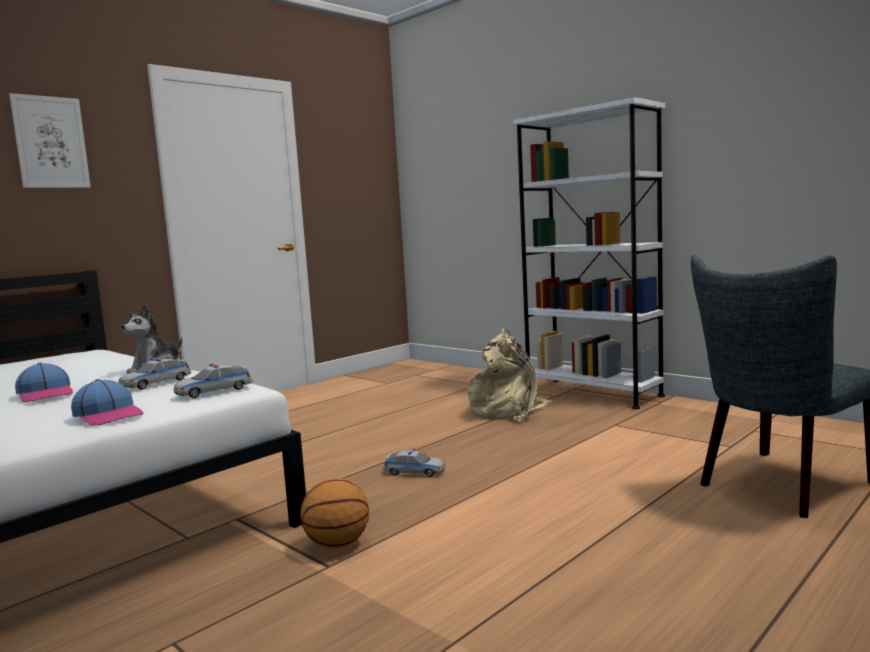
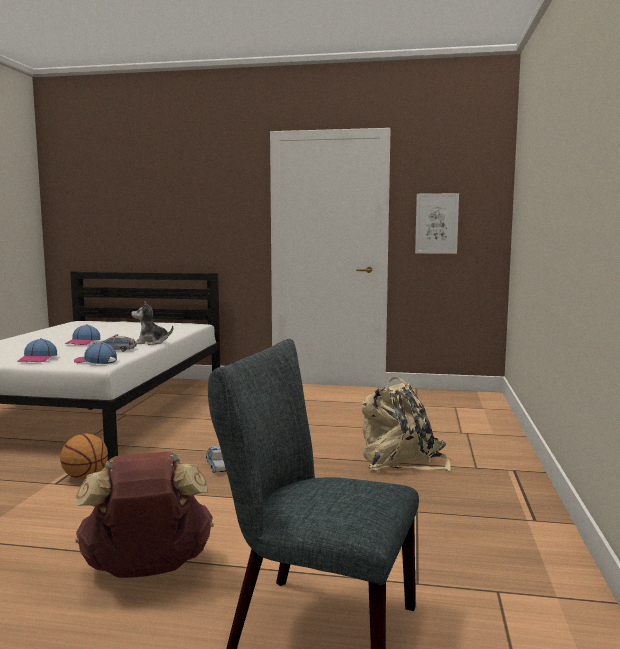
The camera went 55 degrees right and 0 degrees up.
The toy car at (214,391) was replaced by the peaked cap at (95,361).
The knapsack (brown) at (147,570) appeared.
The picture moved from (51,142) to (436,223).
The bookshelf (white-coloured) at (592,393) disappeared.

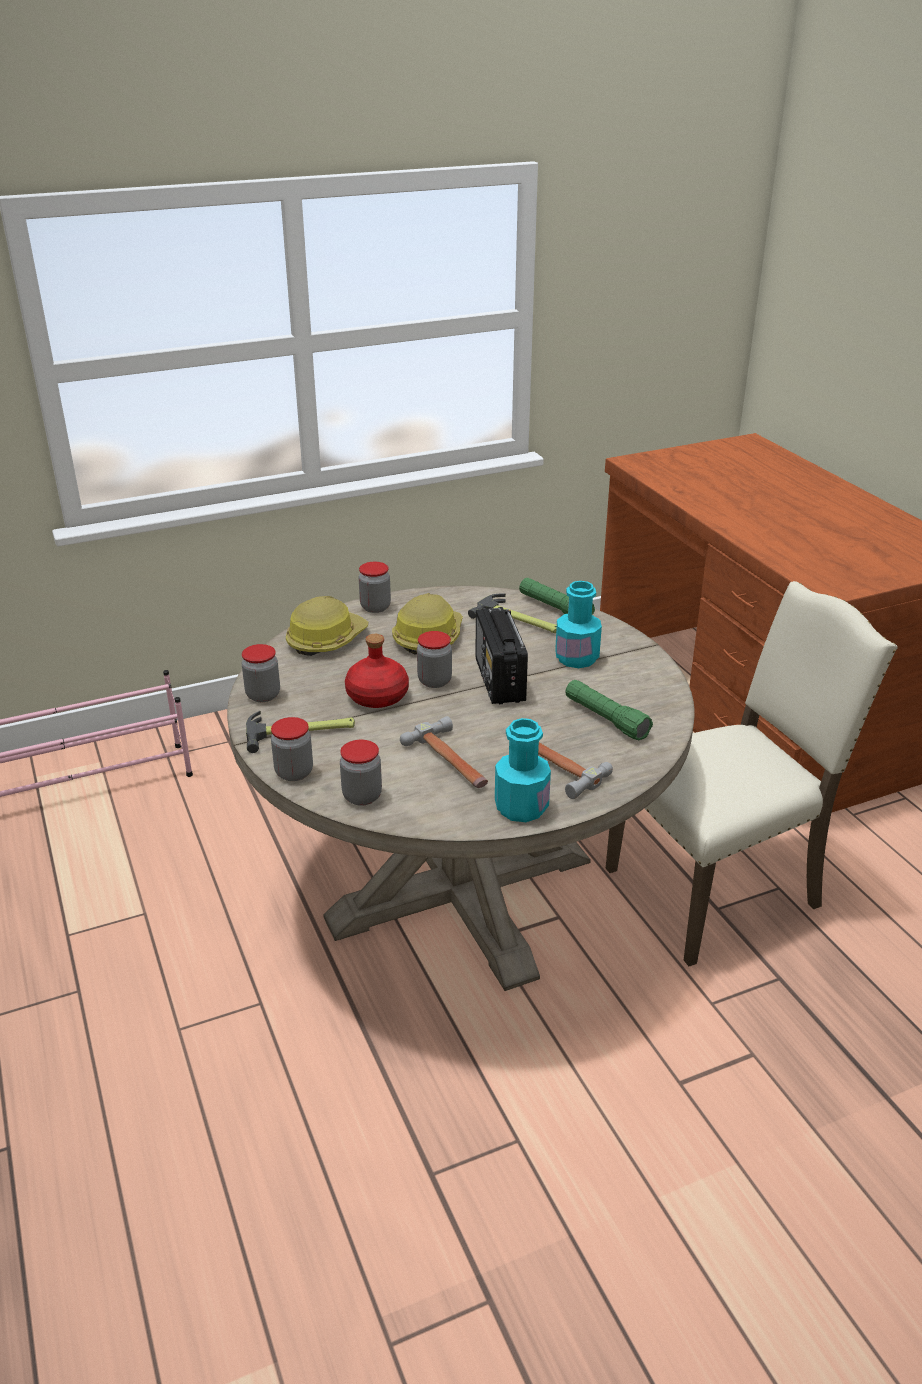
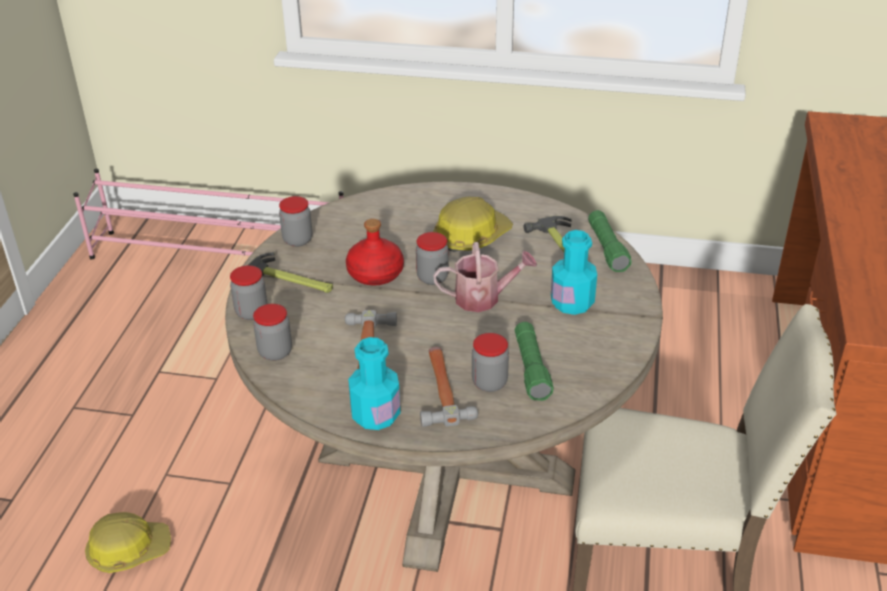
The camera went 35 degrees right and 5 degrees up.
The hard hat moved from (326,640) to (128,550).
The radio set at (499,681) was replaced by the sprinkling can at (483,298).
The storage jar moved from (375,607) to (489,383).

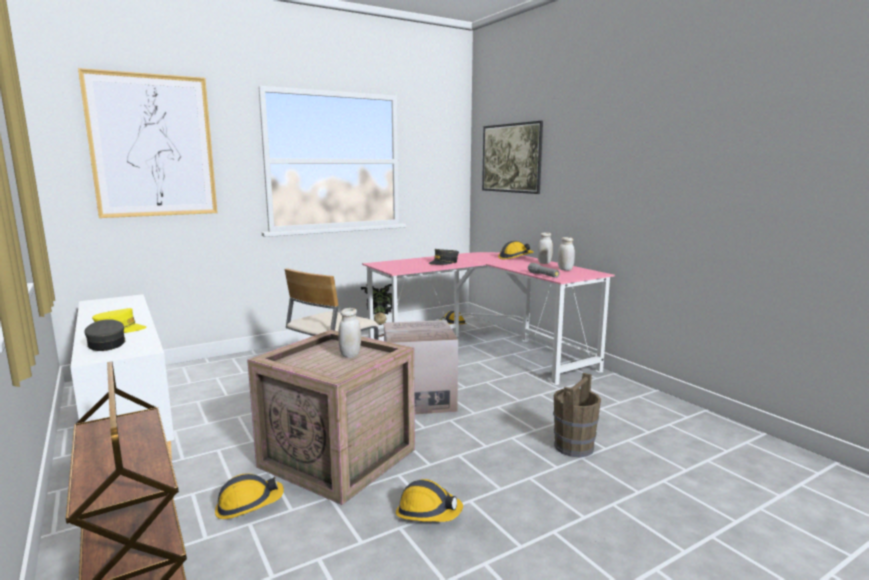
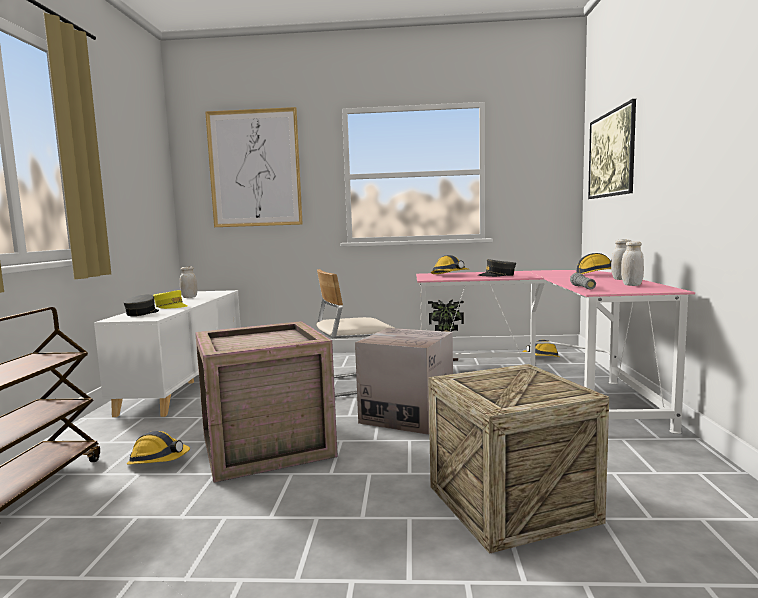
The camera went 35 degrees right and 5 degrees down.
The storage jar (white-coloured) moved from (350,355) to (189,297).
The pail (brown) at (574,447) was replaced by the packing crate at (511,504).
The hard hat moved from (428,512) to (450,275).

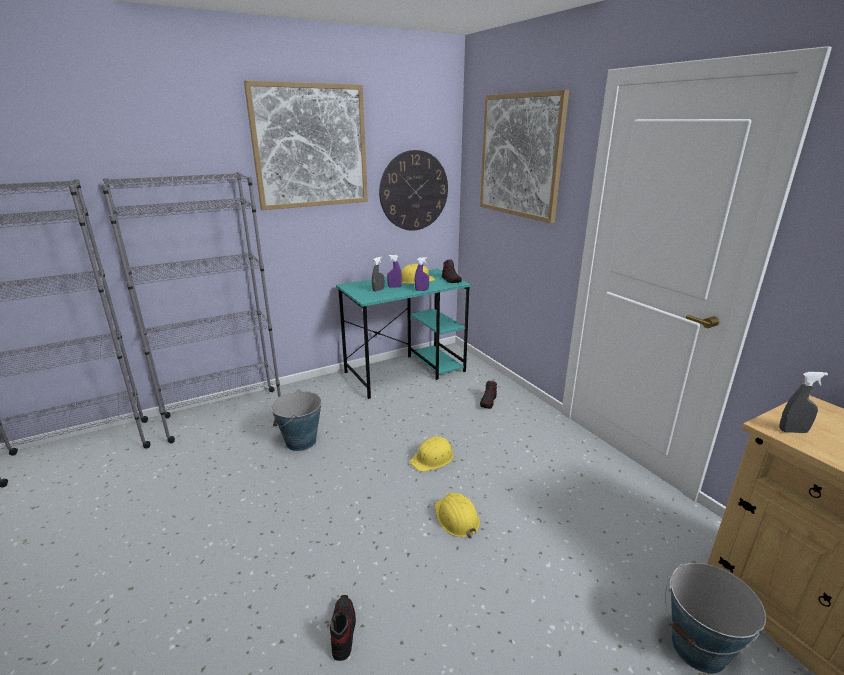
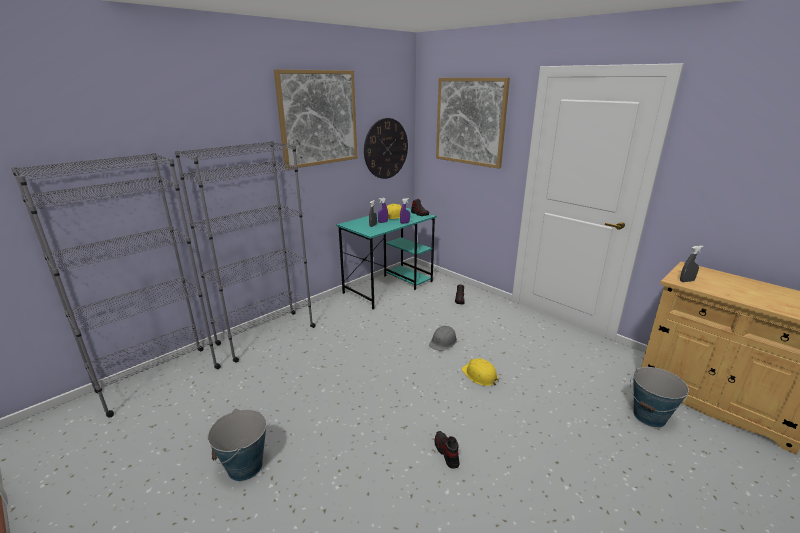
The camera went 15 degrees left and 0 degrees up.
The pail moved from (301,442) to (245,467).
The hard hat (yellow) at (433,458) became the hard hat (gray) at (443,342).

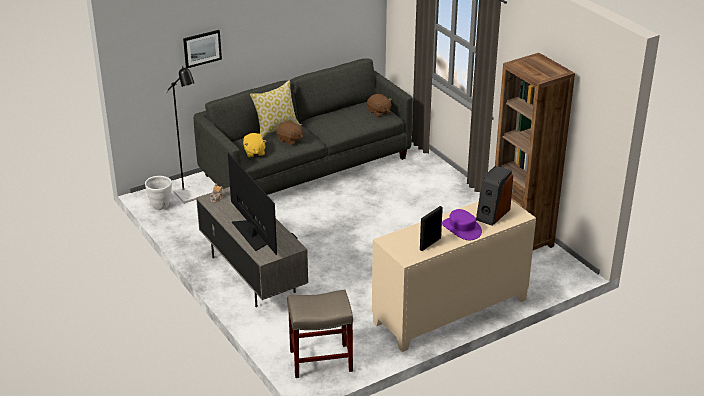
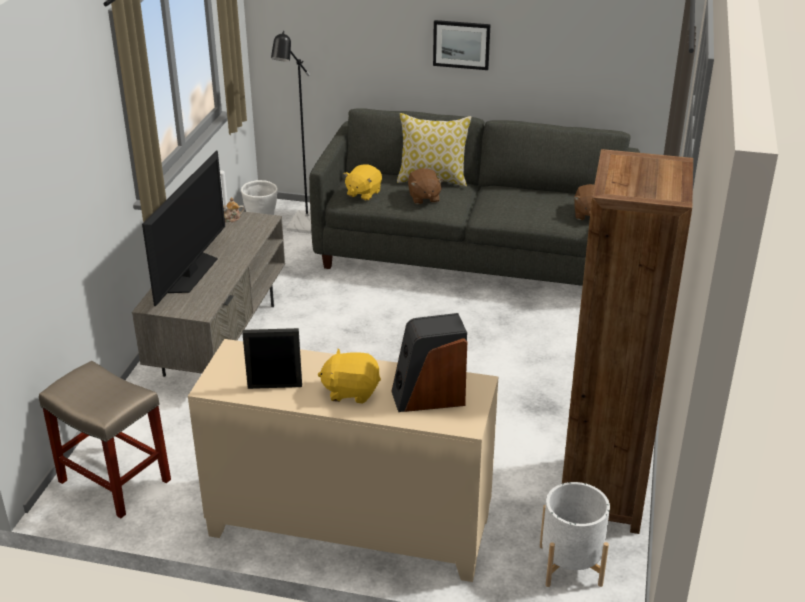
The camera went 45 degrees right and 0 degrees up.
The wearable hat (purplish) at (462,228) was replaced by the cuddly toy (yellow) at (351,391).
The picture moved from (202,48) to (461,44).
The flower pot (white-coloured) at (570,565) appeared.

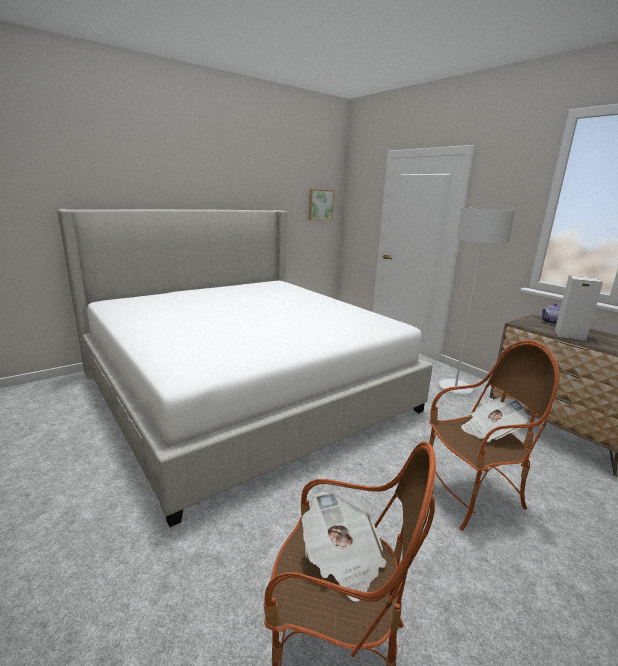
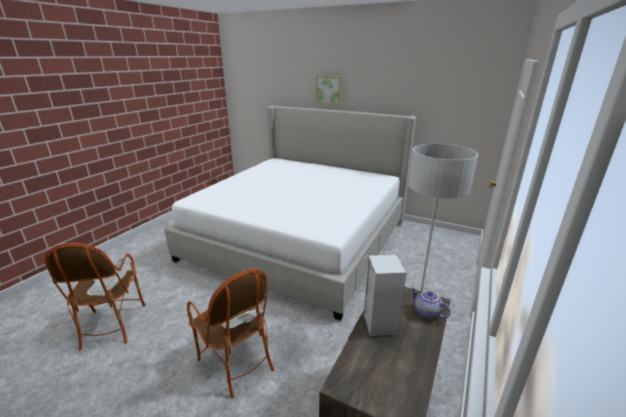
The camera went 65 degrees right and 5 degrees up.
The picture moved from (320,204) to (329,90).

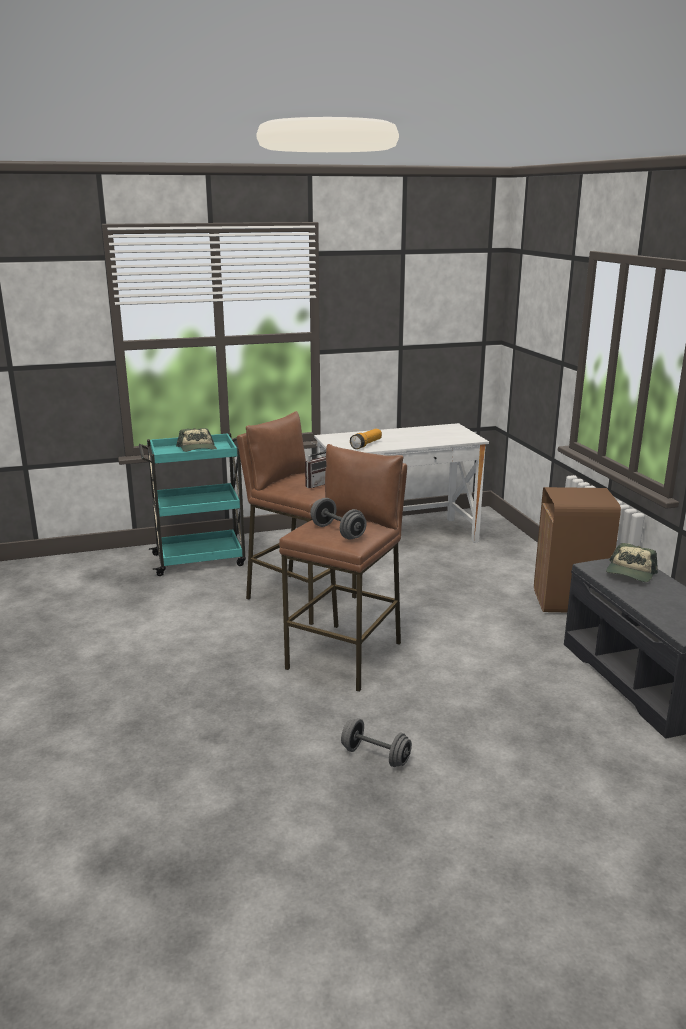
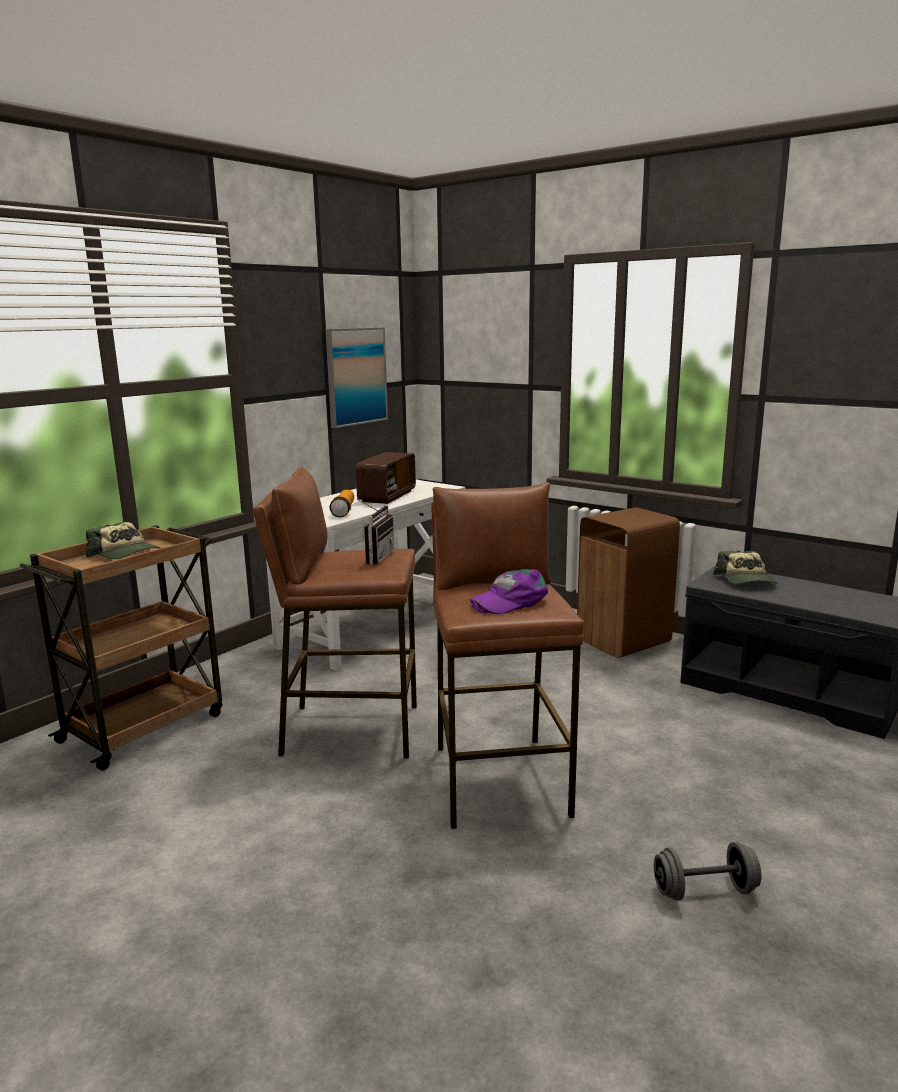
The camera went 35 degrees left and 5 degrees down.
The trolley (turquoise) at (201,559) became the trolley (brown) at (145,726).
The picture at (356,376) appeared.
The radio set at (387,496) appeared.
The dumbbell (gray) at (338,532) was replaced by the peaked cap (purplish) at (510,601).

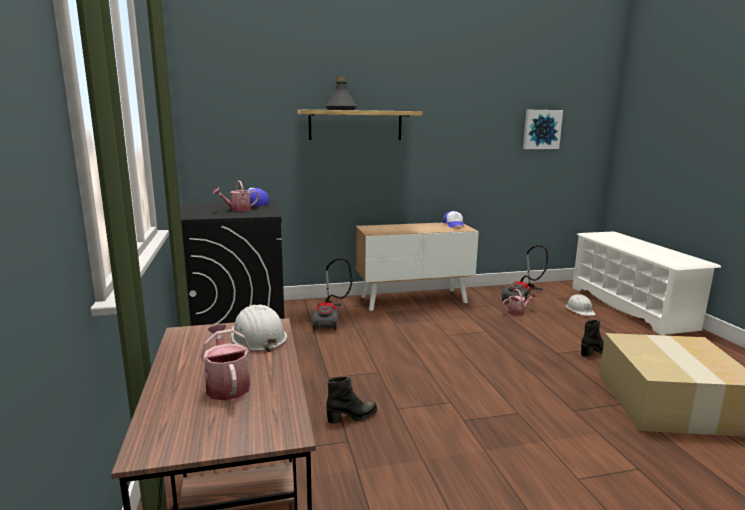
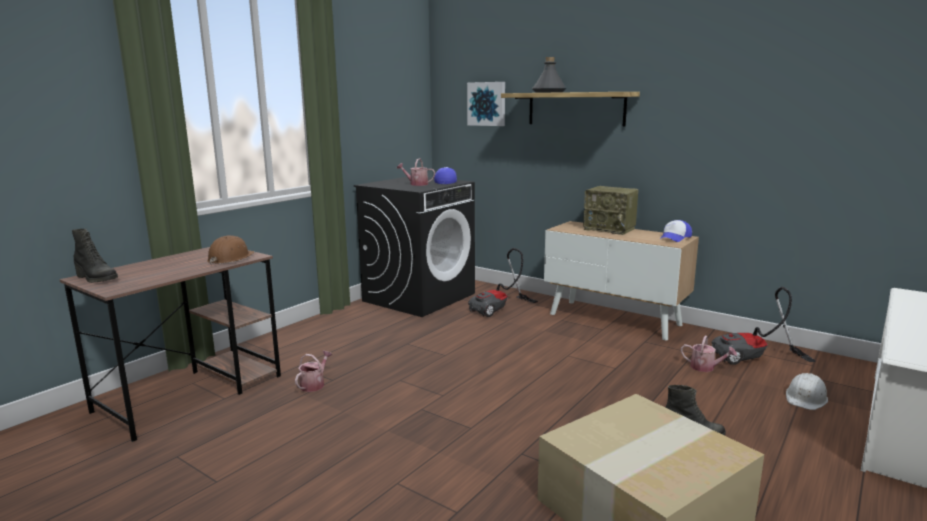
The camera went 50 degrees right and 0 degrees up.
The high-top boot (blackish) moved from (352,417) to (96,279).
The hard hat (white-coloured) at (257,337) became the hard hat (brown) at (230,258).
The sprinkling can moved from (227,385) to (314,384).
The picture moved from (541,129) to (487,104).
The radio set at (610,229) appeared.

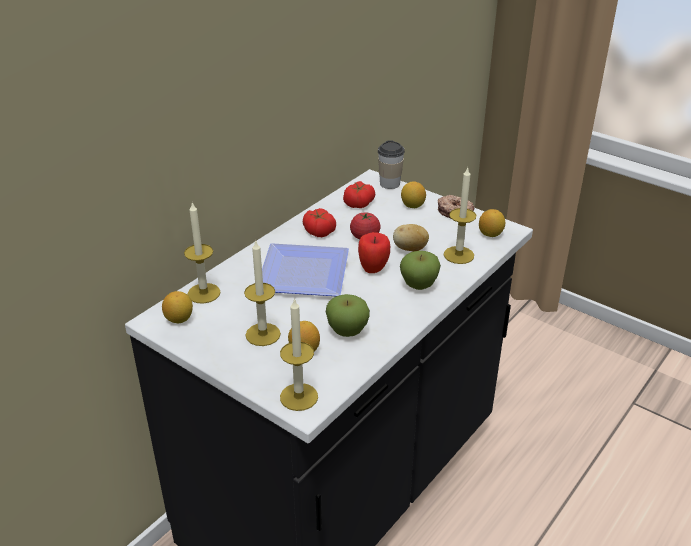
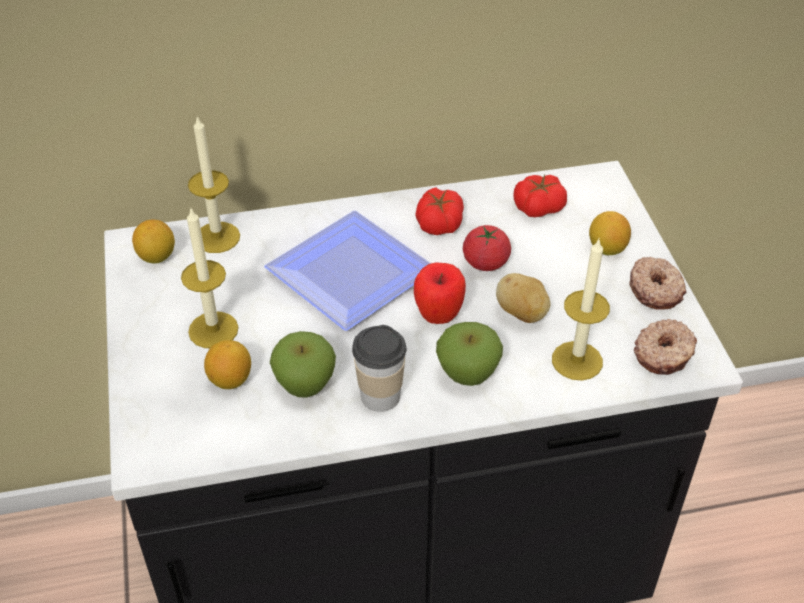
The camera went 40 degrees right and 10 degrees up.
The small cup moved from (389,184) to (380,396).
The citrus fruit at (490,234) was replaced by the doughnut at (664,354).
The wax light at (299,397) disappeared.

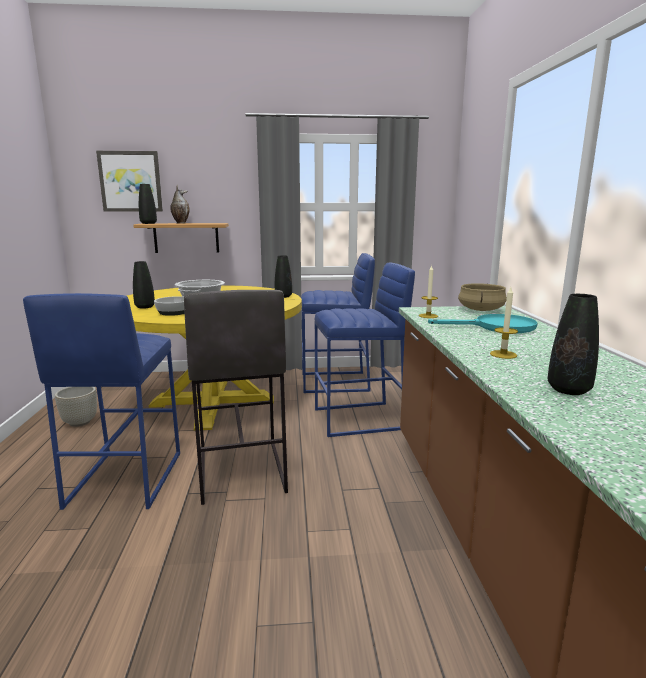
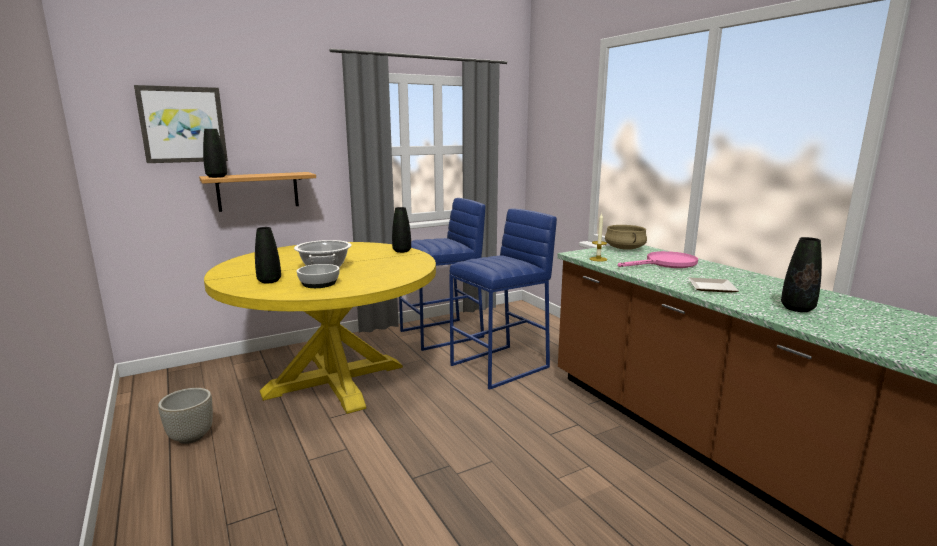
The camera went 25 degrees left and 0 degrees up.
The skillet (turquoise) at (496,327) became the skillet (pinkish) at (665,264).
The wax light at (503,354) was replaced by the dinner plate at (713,287).
The sitting stool (blue-coloured) at (124,479) disappeared.
The vase at (180,223) disappeared.
The sitting stool (gray) at (240,471) disappeared.

